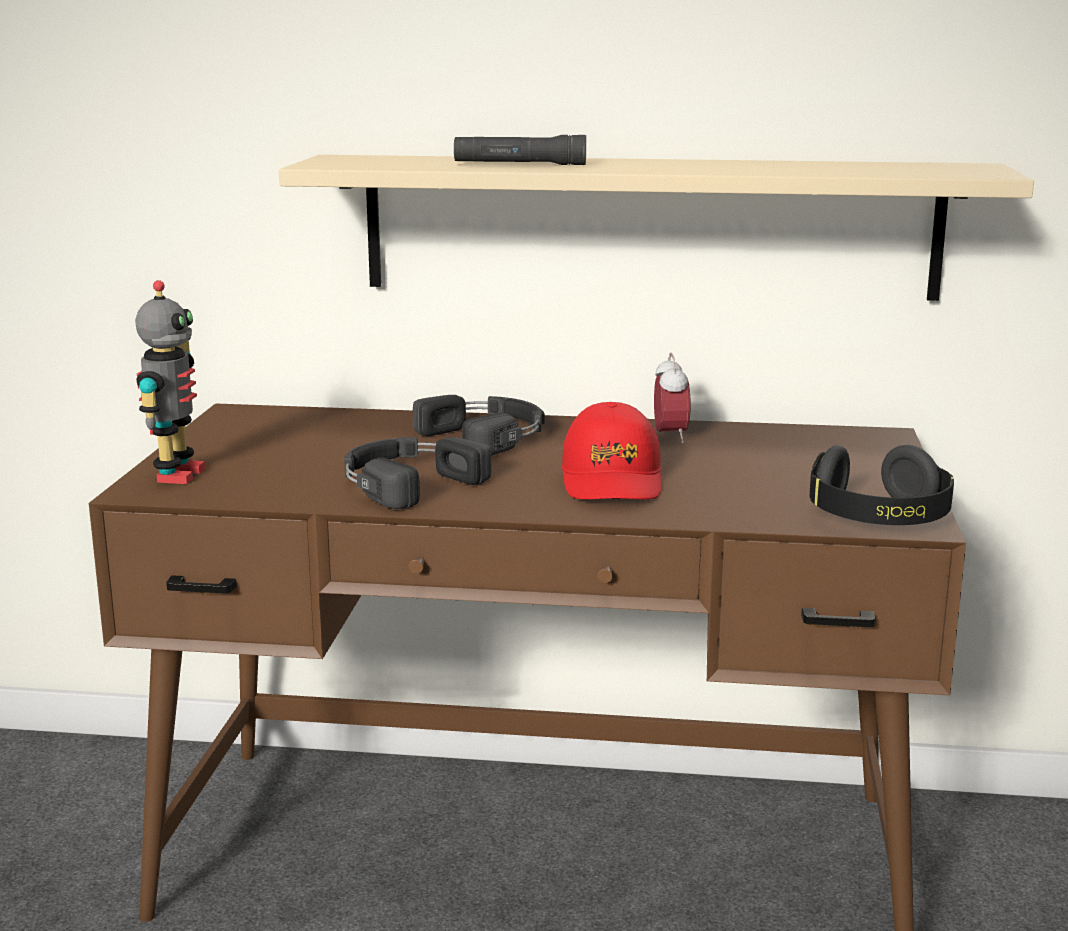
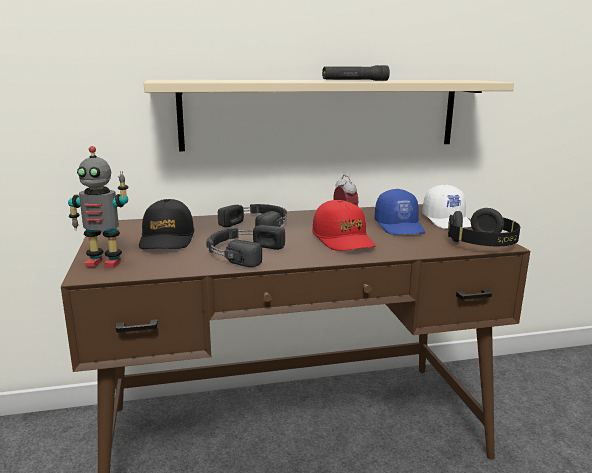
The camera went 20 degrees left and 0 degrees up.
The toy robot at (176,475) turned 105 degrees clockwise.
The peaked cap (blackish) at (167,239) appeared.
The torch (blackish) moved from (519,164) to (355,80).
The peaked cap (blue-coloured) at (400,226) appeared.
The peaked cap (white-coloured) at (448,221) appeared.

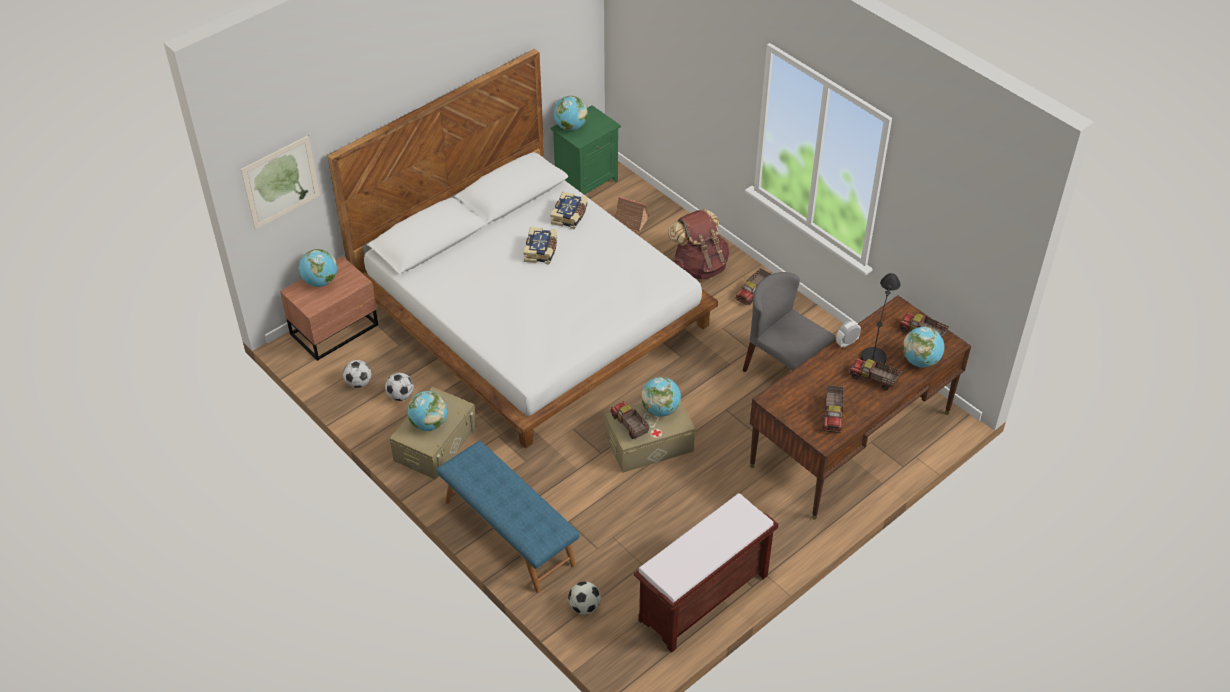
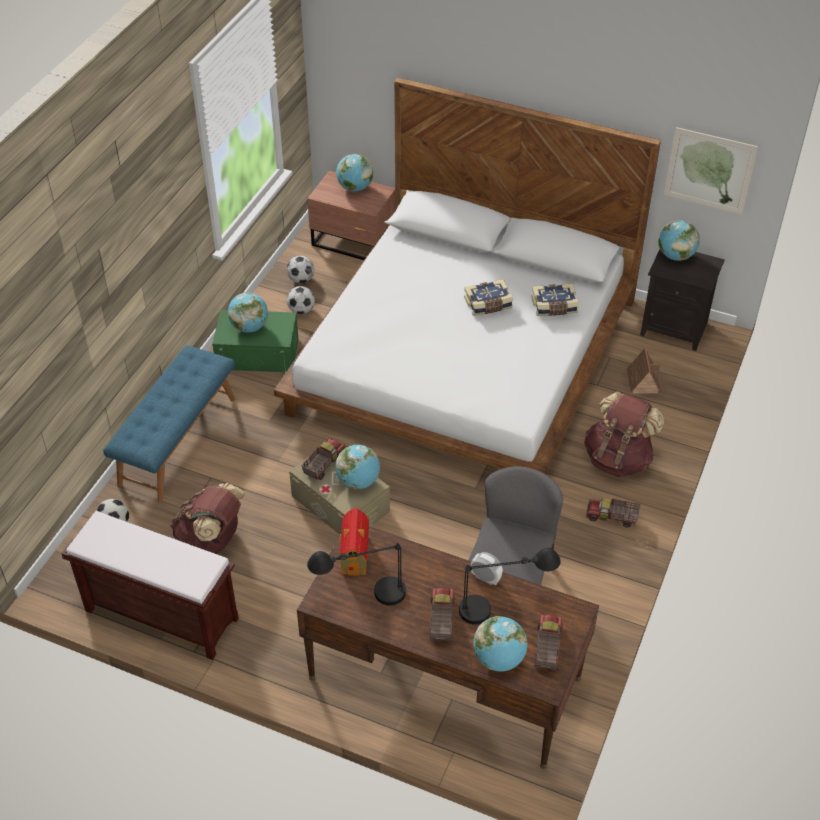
The camera went 65 degrees right and 0 degrees up.
The knapsack (brown) at (211,542) appeared.
The storage bin (beige) at (435,443) became the storage bin (greenish) at (257,353).
The model truck at (833,415) was replaced by the lamp for a table (blackish) at (362,598).
The miniature house at (355,553) appeared.
The bedside table (greenish) at (586,181) became the bedside table (blackish) at (675,328).
The picture moved from (281,182) to (709,170).

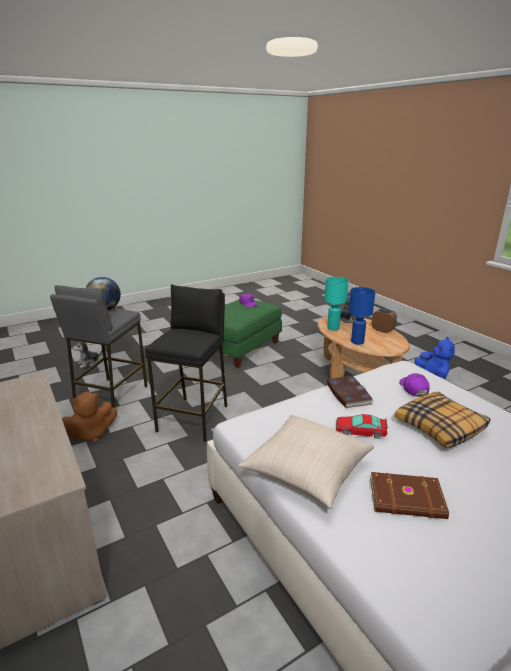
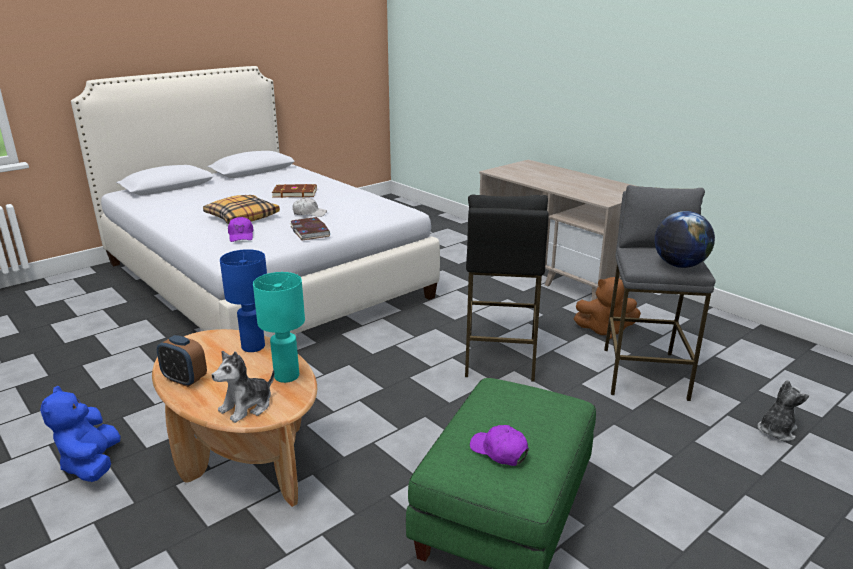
The camera went 170 degrees right and 0 degrees up.
The toy car at (360,430) was replaced by the peaked cap (white-coloured) at (309,213).
The cuddly toy (brown) at (91,434) turned 135 degrees counterclockwise.
The cushion (beige) at (307,470) disappeared.

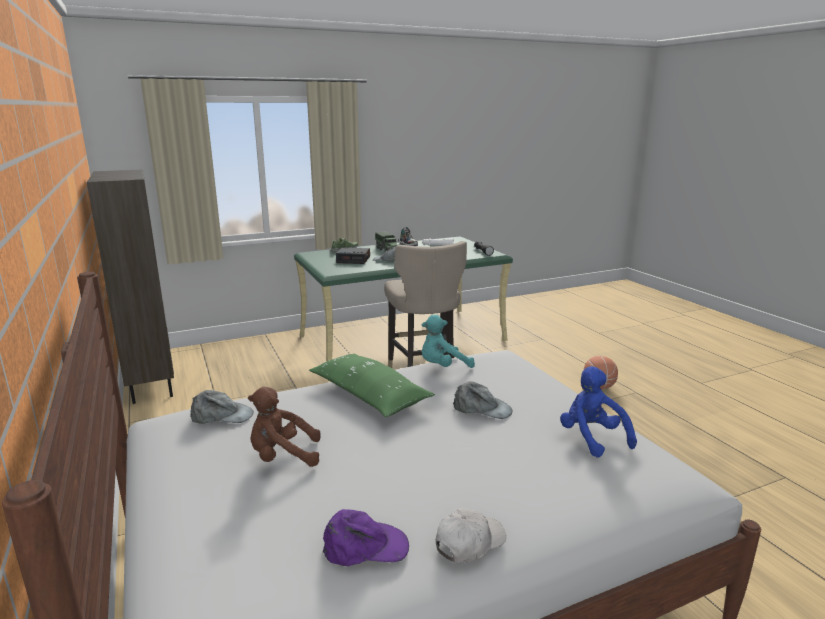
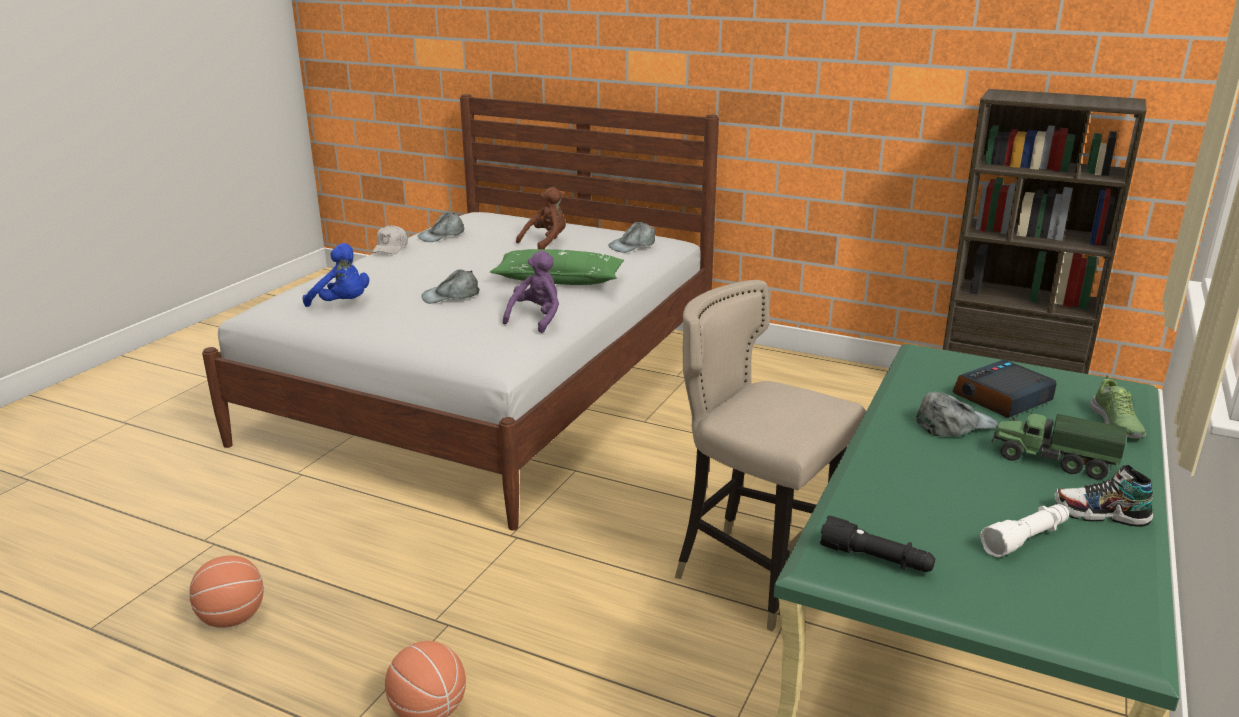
The camera went 140 degrees right and 5 degrees up.
The basketball at (232,618) appeared.
The peaked cap (purplish) at (365,547) became the peaked cap (gray) at (442,235).
The cuddly toy (turquoise) at (443,367) became the cuddly toy (purplish) at (536,319).

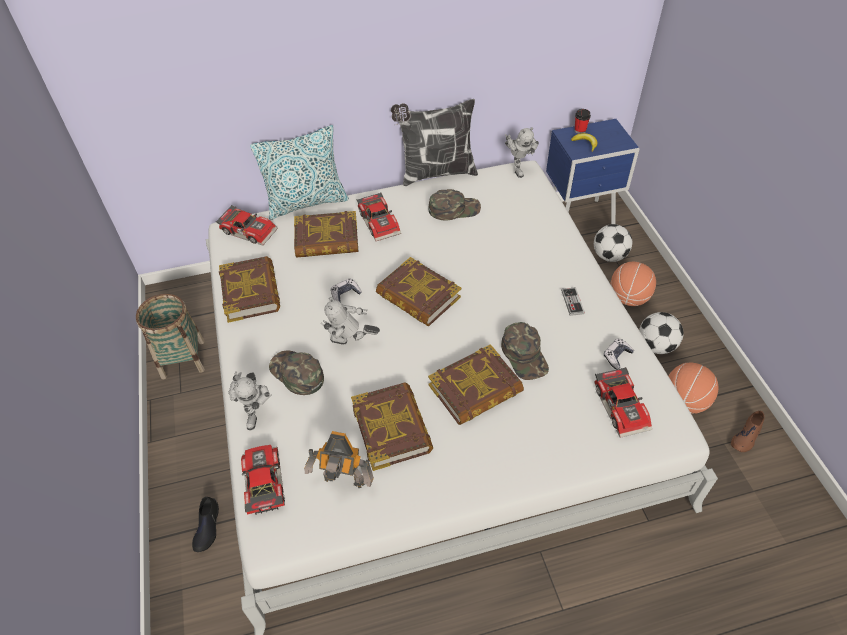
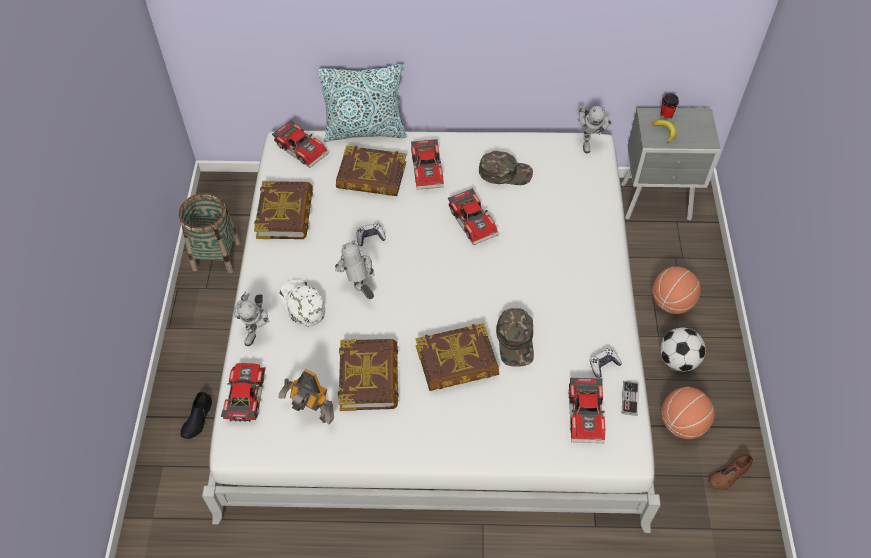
The camera went 15 degrees right and 5 degrees up.
The peaked cap (greenish) at (296,374) became the peaked cap (white-coloured) at (302,304).
The toy robot at (351,345) turned 45 degrees clockwise.
The toy car at (474,221) appeared.
The bedside table (blue-coloured) at (580,219) became the bedside table (gray) at (657,203).
The game controller moved from (572,302) to (630,399).
The volume at (418,297) disappeared.
The cushion at (436,173) disappeared.
The football at (609,256) disappeared.

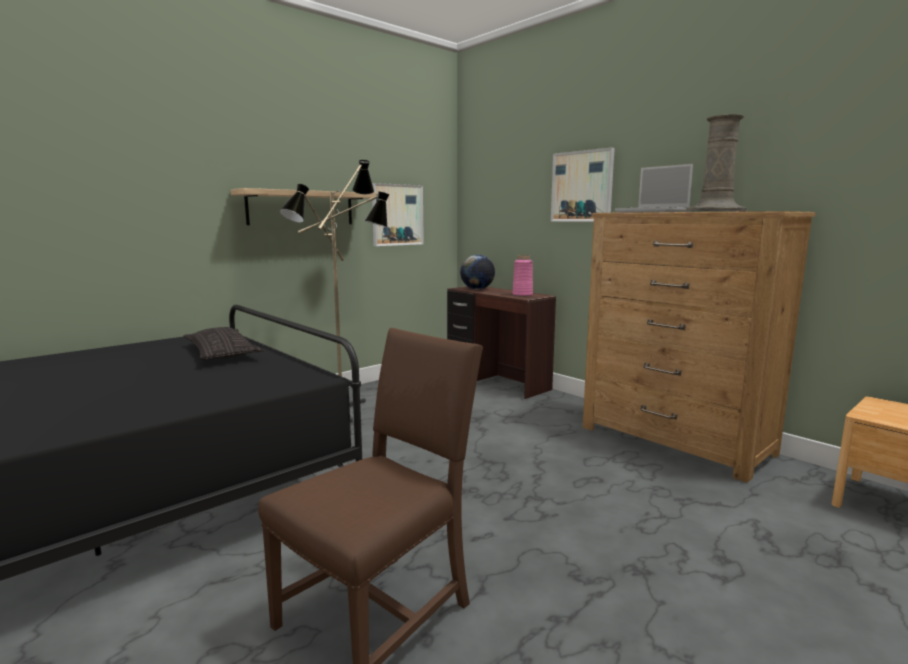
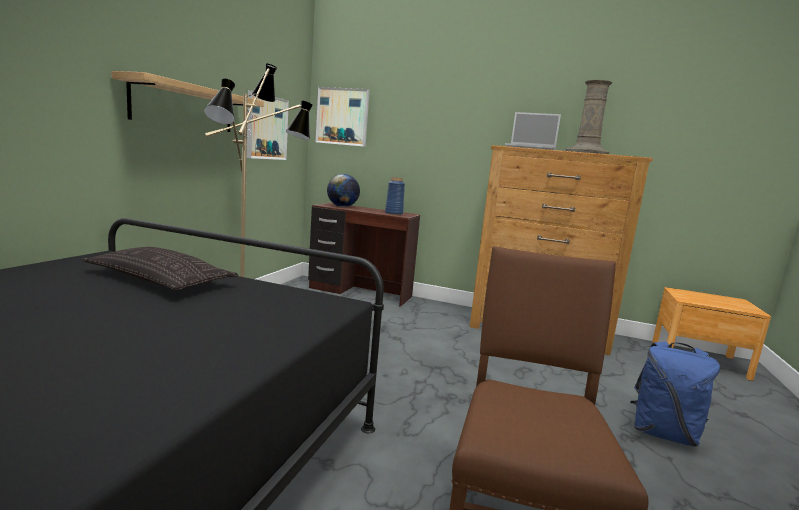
The camera went 30 degrees left and 0 degrees up.
The picture moved from (582,186) to (342,117).
The vase (pinkish) at (522,295) became the vase (blue-coloured) at (393,213).
The knapsack (blue-coloured) at (663,433) appeared.

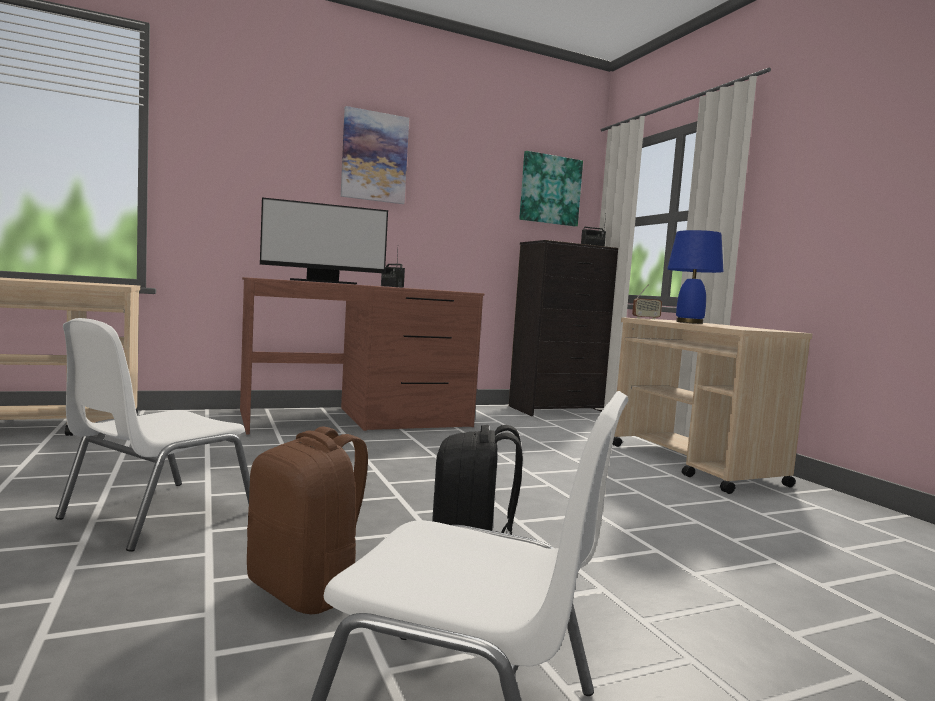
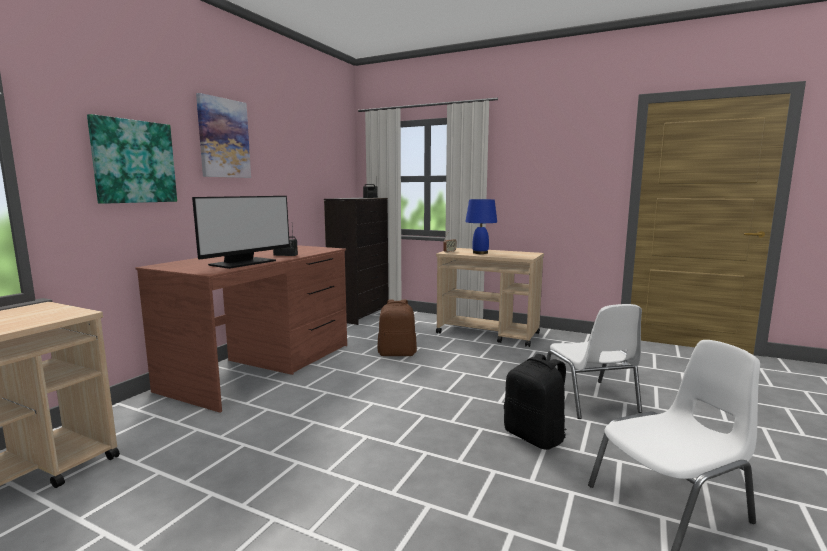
The camera went 40 degrees left and 5 degrees up.
The picture moved from (550,190) to (134,161).
The knapsack (brown) moved from (307,590) to (397,353).
The chair (white-coloured) moved from (155,515) to (589,400).

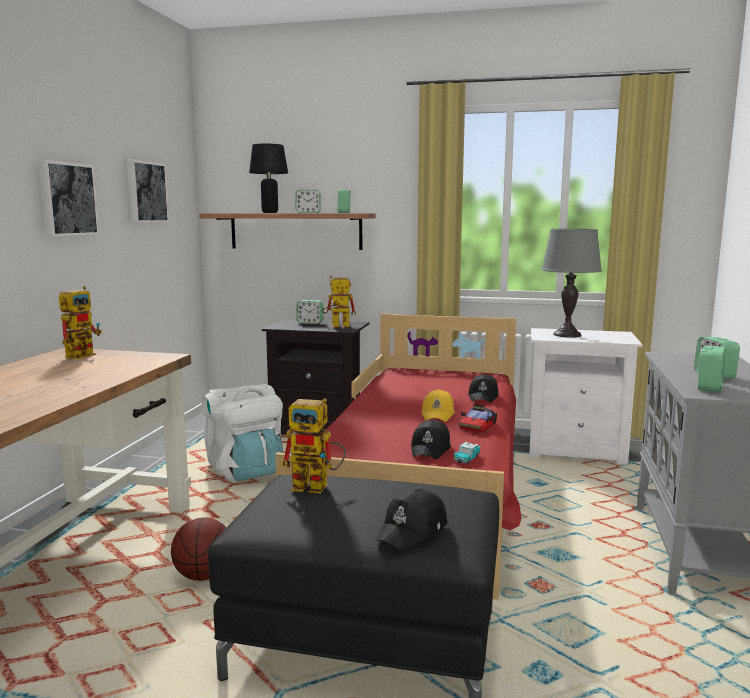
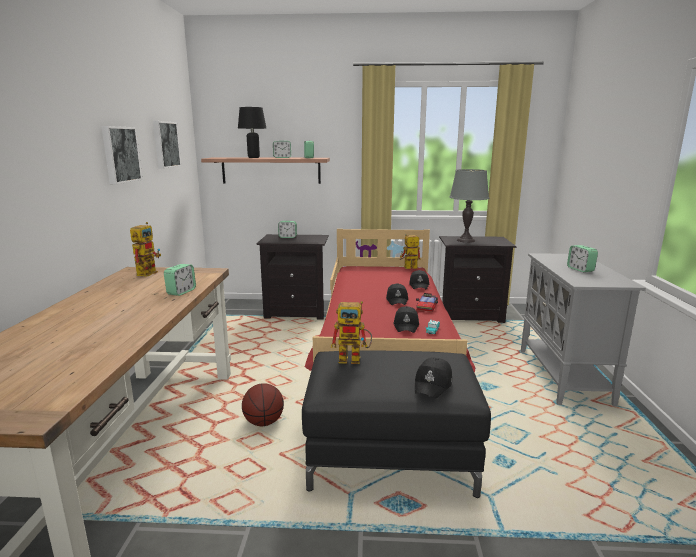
The camera went 10 degrees left and 5 degrees up.
The table clock moved from (709,387) to (181,292).
The peaked cap (yellow) at (438,414) became the peaked cap (blackish) at (397,300).
The toy robot moved from (336,326) to (408,268).
The bedside table (white-coloured) at (576,450) became the bedside table (blackish) at (470,315).
The knapsack (white-coloured) at (245,471) disappeared.

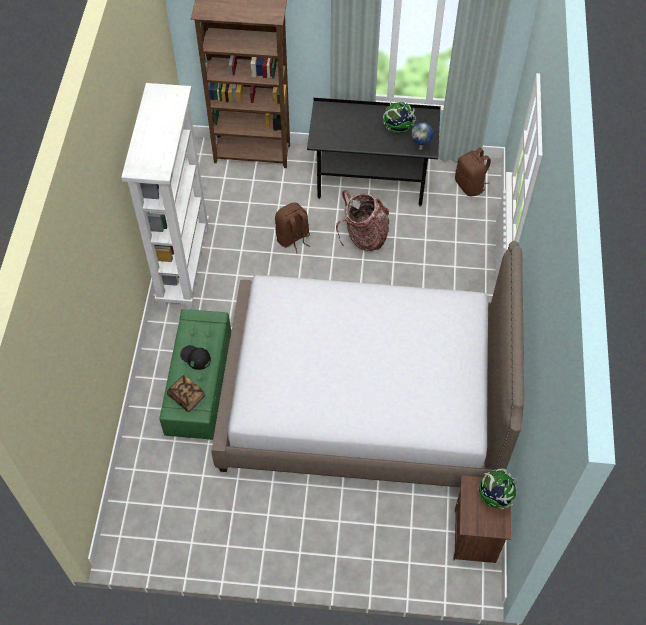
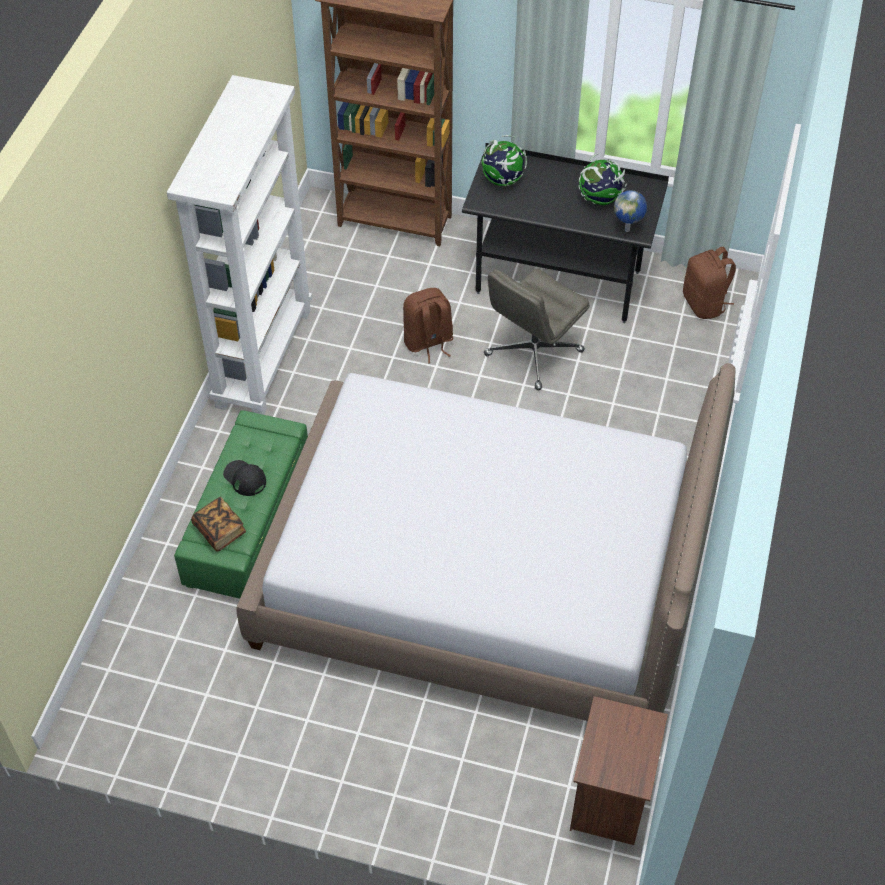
The camera went 10 degrees right and 5 degrees down.
The world globe moved from (495,497) to (502,180).
The knapsack at (364,236) was replaced by the desk chair (gray) at (533,354).

